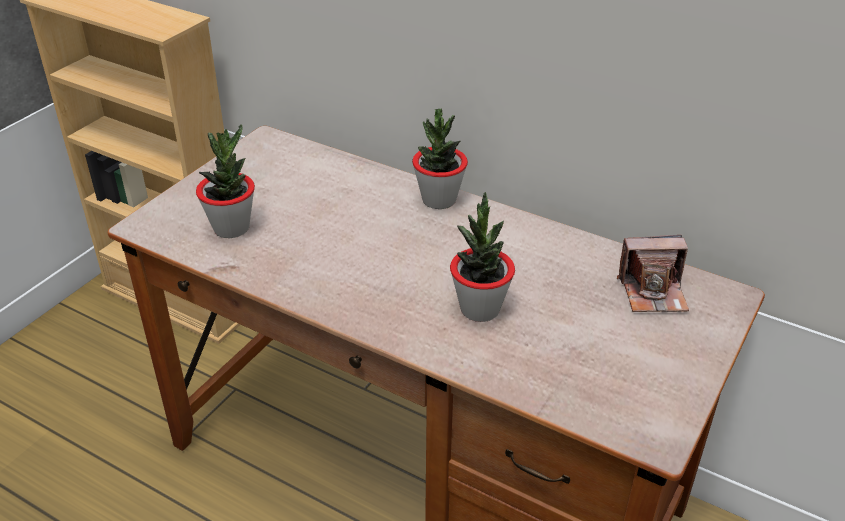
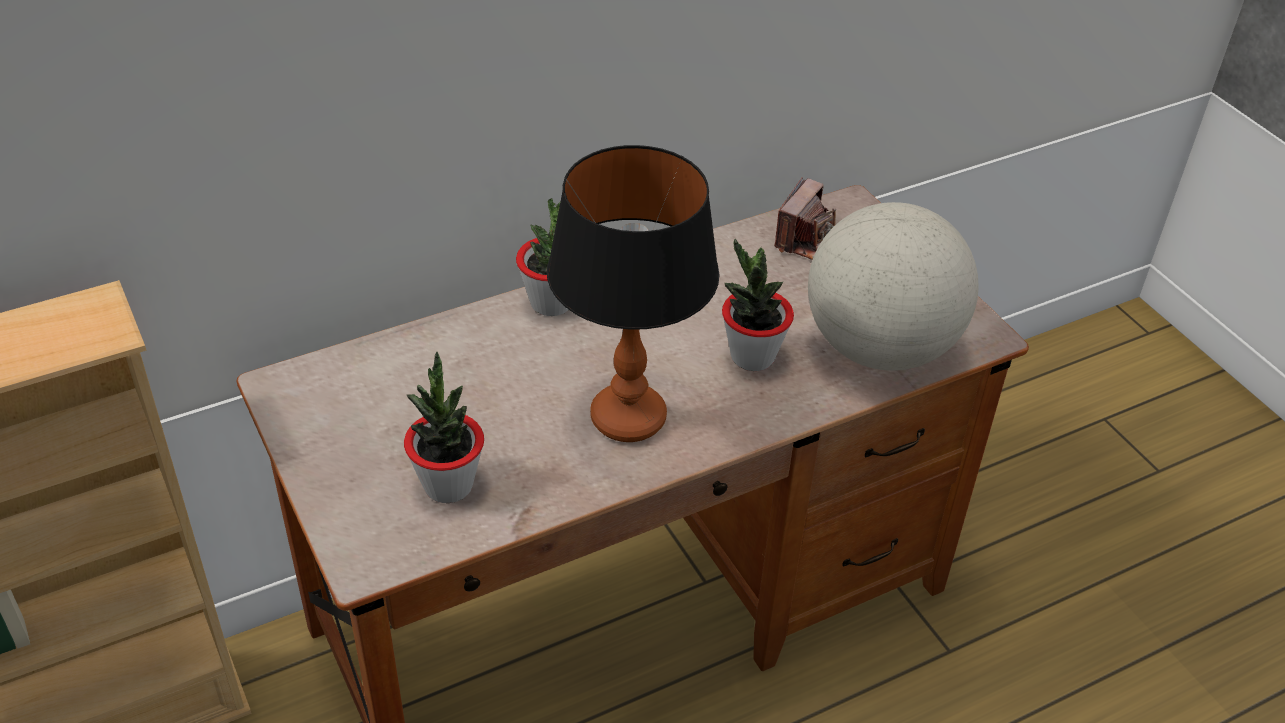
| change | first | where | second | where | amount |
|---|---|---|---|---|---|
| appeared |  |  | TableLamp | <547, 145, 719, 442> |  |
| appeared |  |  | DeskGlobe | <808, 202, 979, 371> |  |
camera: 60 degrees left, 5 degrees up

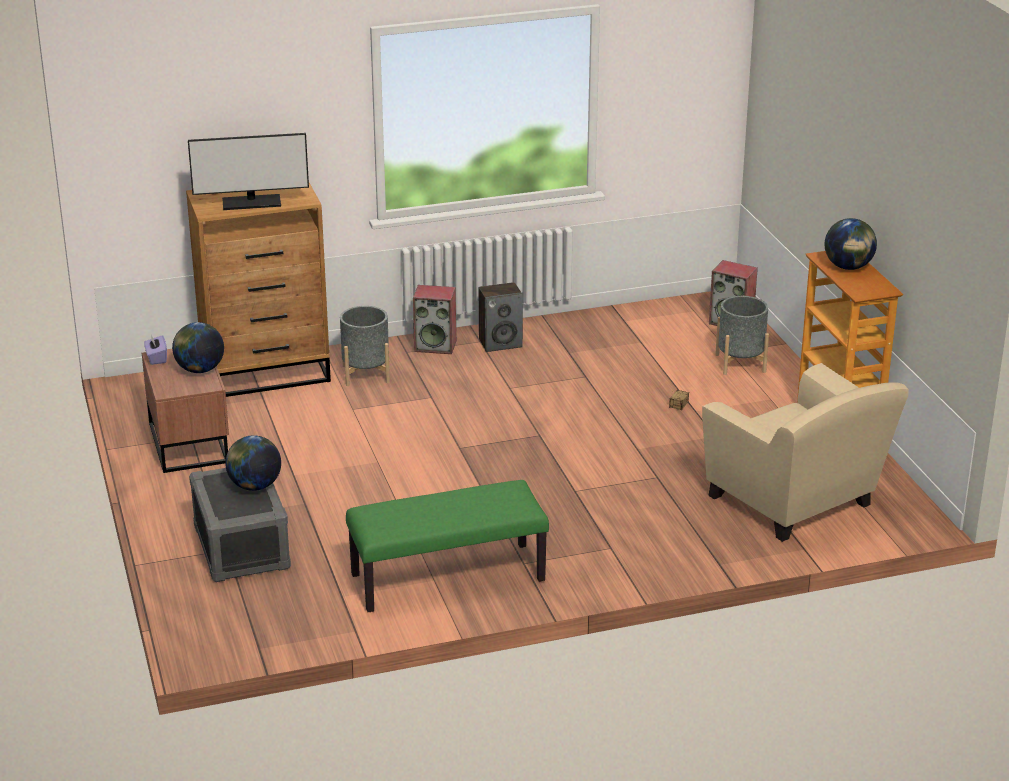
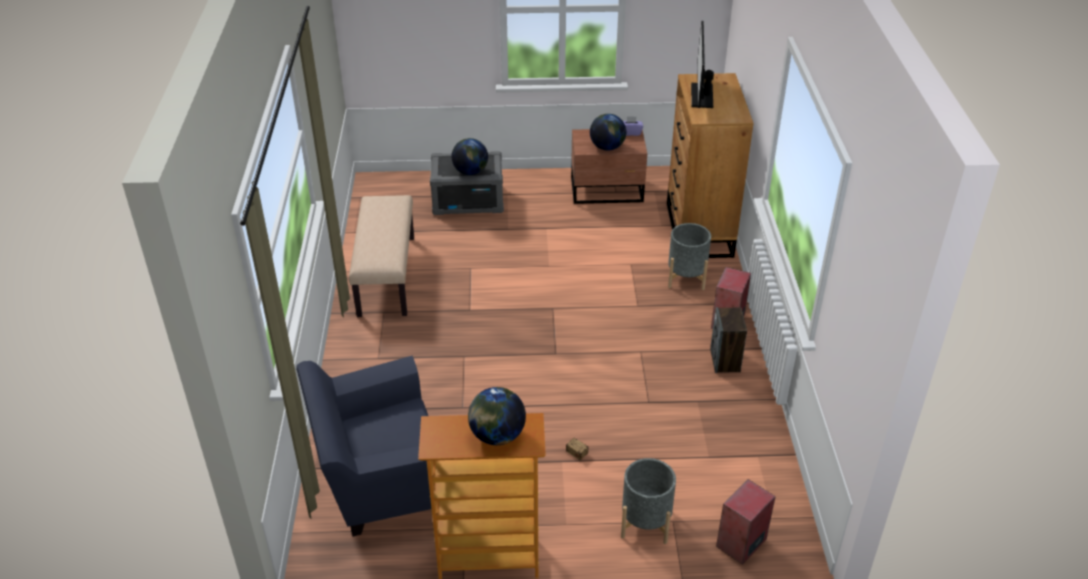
| change | first | where | second | where | amount |
|---|---|---|---|---|---|
| colour | BeigeColouredEasyChair | <702, 363, 909, 542> | BlueColouredEasyChair | <296, 355, 431, 537> |  |
| colour | GreenColouredIndoorBench | <346, 480, 549, 612> | BeigeColouredIndoorBench | <349, 195, 414, 317> |  |
camera: 105 degrees right, 10 degrees up

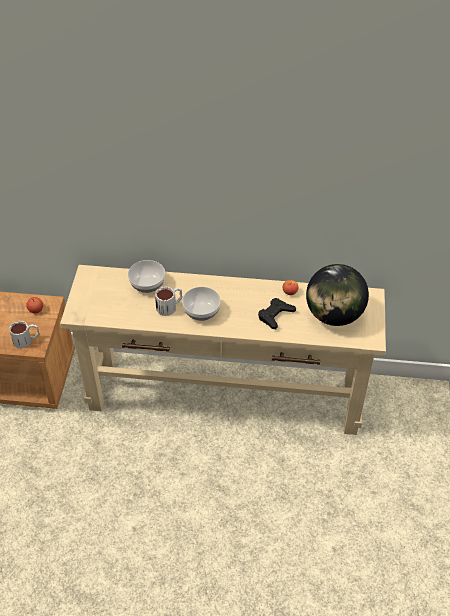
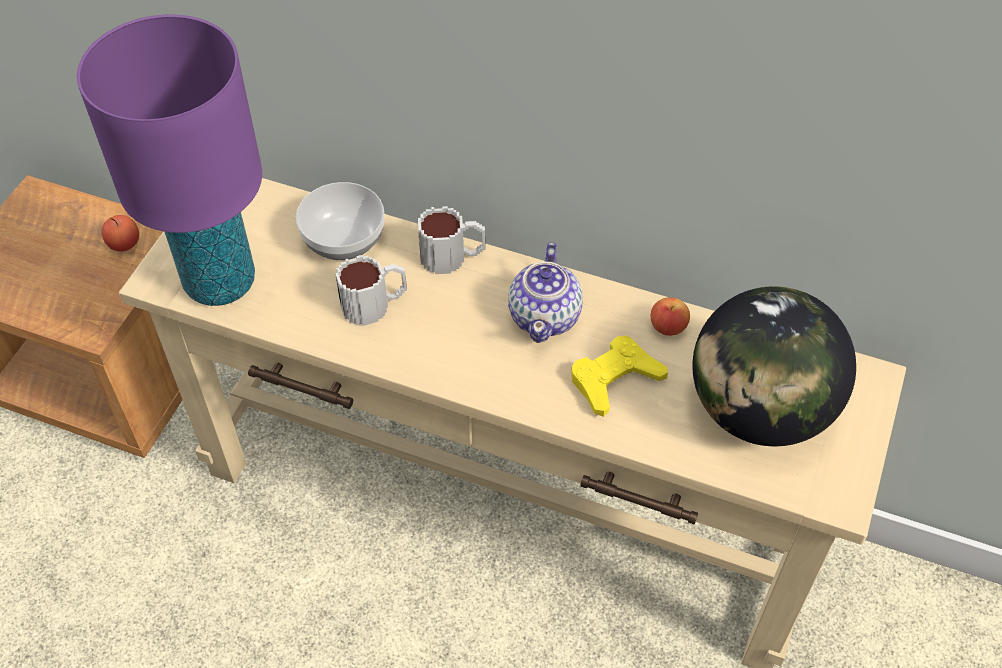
| change | first | where | second | where | amount |
|---|---|---|---|---|---|
| appeared |  |  | PurplishTableLamp | <77, 14, 262, 306> |  |
| relocated | Mug | <9, 321, 39, 349> |  | <418, 206, 485, 274> |  |
| appeared |  |  | Teapot | <508, 242, 583, 343> |  |
| colour | BlackishJoypad | <258, 298, 296, 329> | YellowColouredJoypad | <571, 336, 668, 417> |  |
| missing | DeepDish | <182, 287, 221, 321> |  |  |  |
camera: 15 degrees right, 5 degrees up

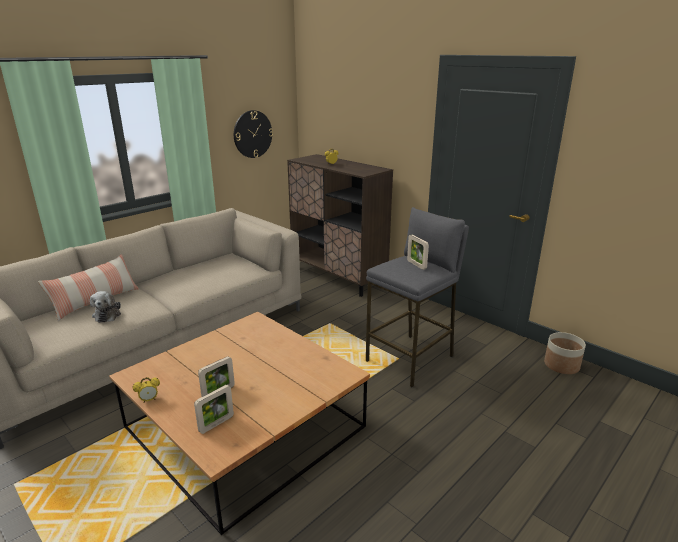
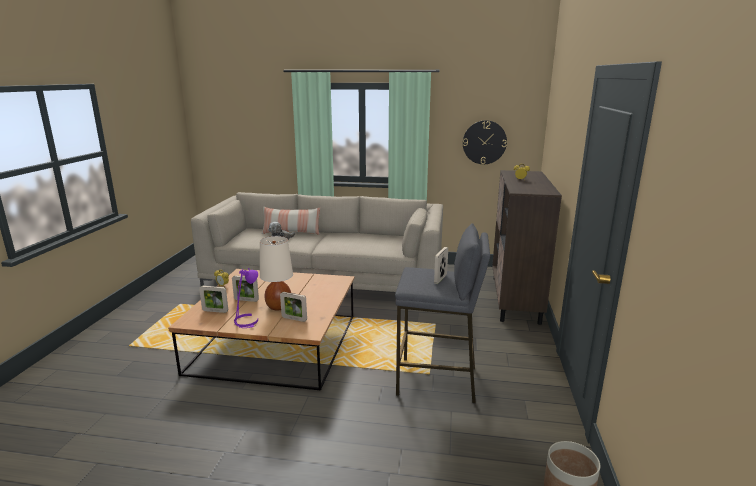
| change | first | where | second | where | amount |
|---|---|---|---|---|---|
| appeared |  |  | PurplishTableLamp | <234, 268, 258, 328> |  |
| appeared |  |  | BeigeColouredTableLamp | <260, 236, 293, 310> |  |
| appeared |  |  | PhotoFrame | <280, 292, 307, 322> |  |
camera: 55 degrees right, 5 degrees down

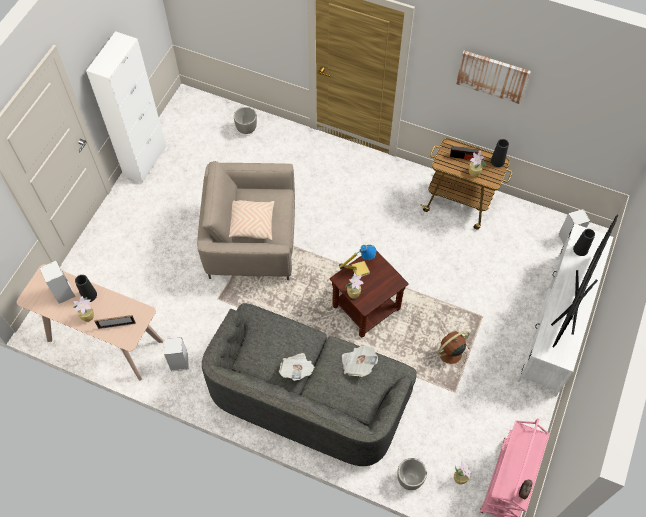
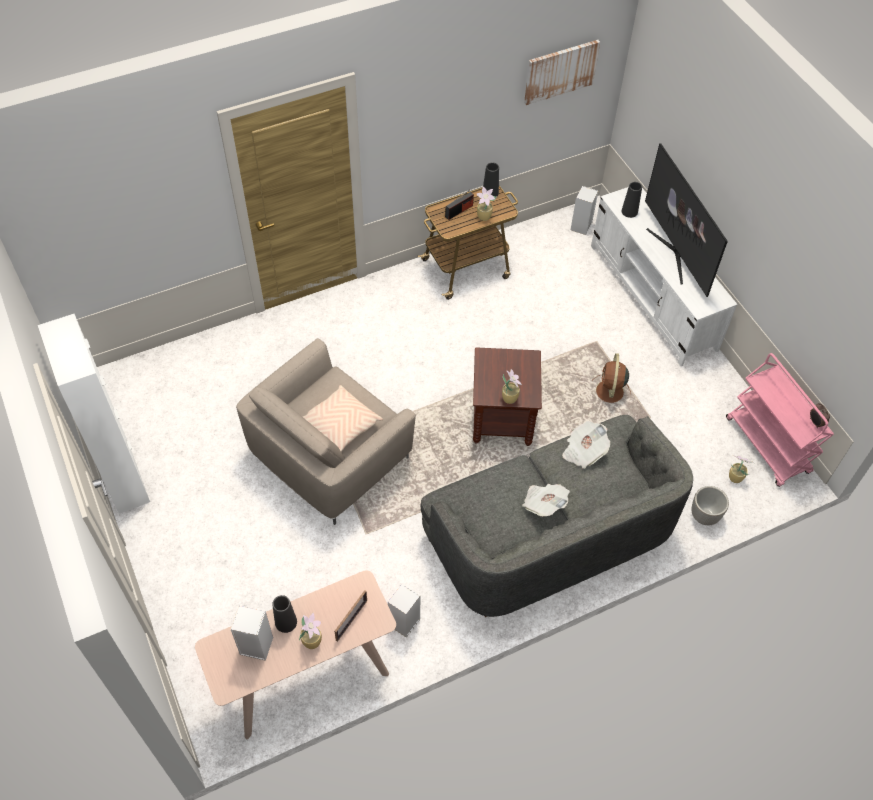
| change | first | where | second | where | amount |
|---|---|---|---|---|---|
| relocated | WallArt | <456, 51, 531, 104> |  | <524, 40, 600, 105> |  |
| missing | PlantPot | <234, 107, 257, 134> |  |  |  |
| missing | TableLamp | <339, 245, 377, 277> |  |  |  |
camera: 50 degrees left, 5 degrees down

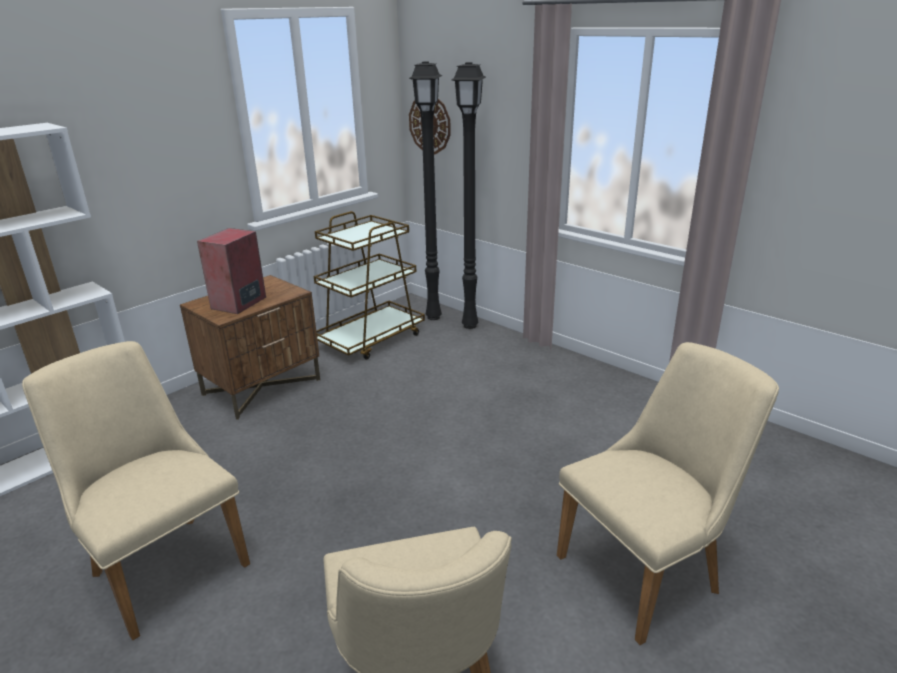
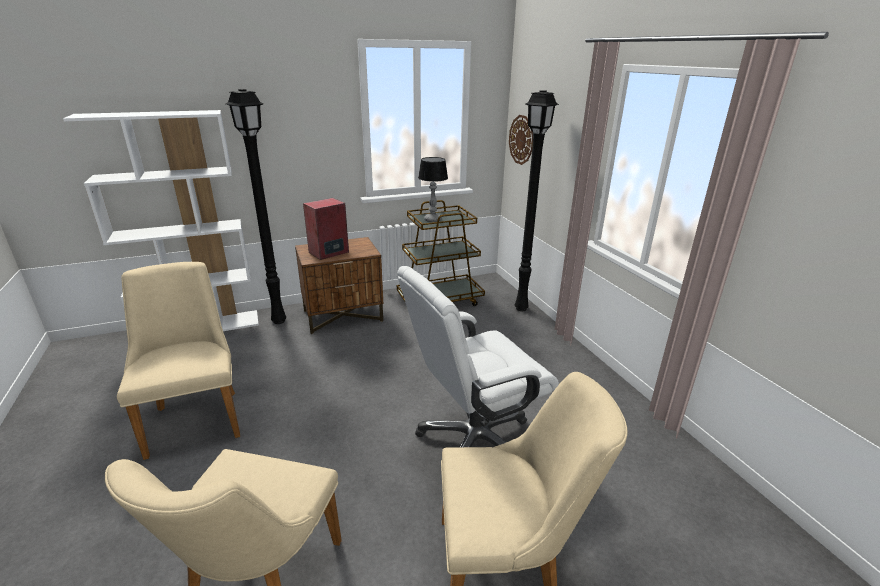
| change | first | where | second | where | amount |
|---|---|---|---|---|---|
| relocated | BlackishFloorLamp | <409, 61, 442, 320> |  | <226, 89, 286, 324> |  |
| appeared |  |  | WhiteColouredDeskChair | <397, 266, 559, 447> |  |
| appeared |  |  | TableLamp | <418, 157, 448, 222> |  |
camera: 25 degrees right, 0 degrees up

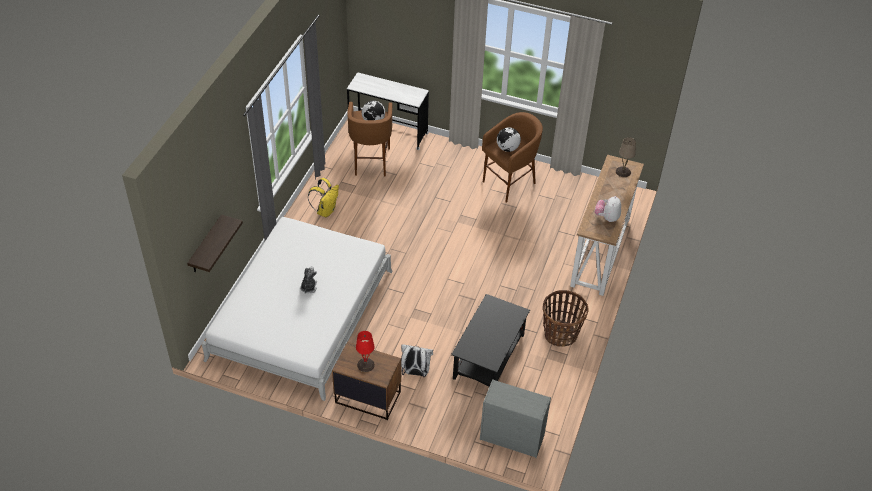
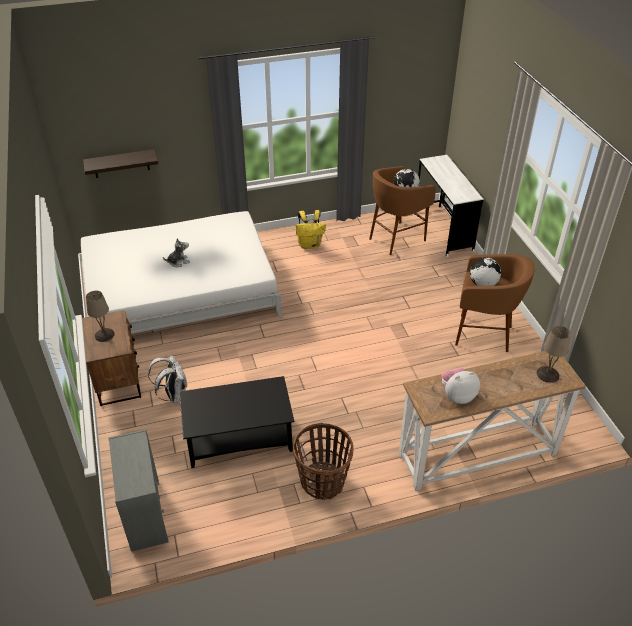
| change | first | where | second | where | amount |
|---|---|---|---|---|---|
| colour | RedTableLamp | <356, 331, 375, 372> | BeigeColouredTableLamp | <86, 291, 115, 342> |  |
camera: 55 degrees right, 5 degrees down

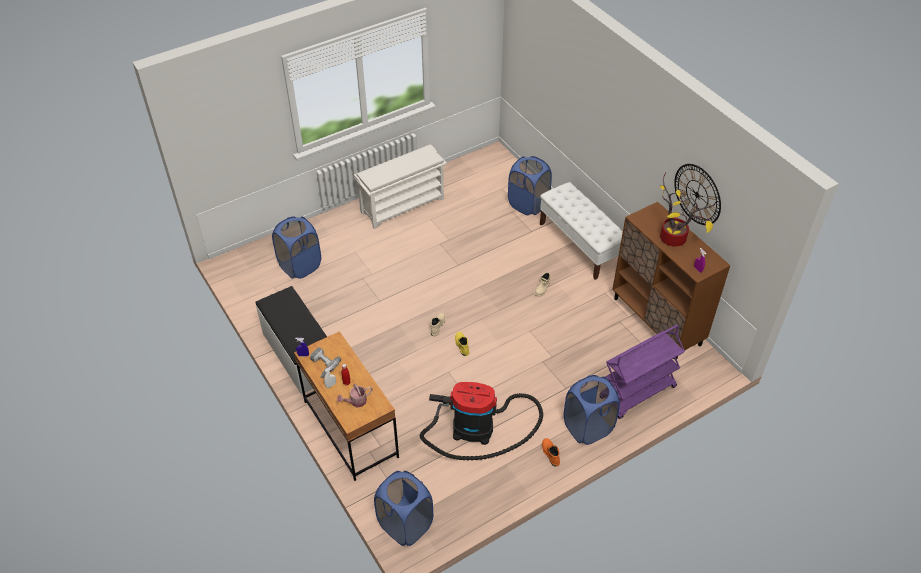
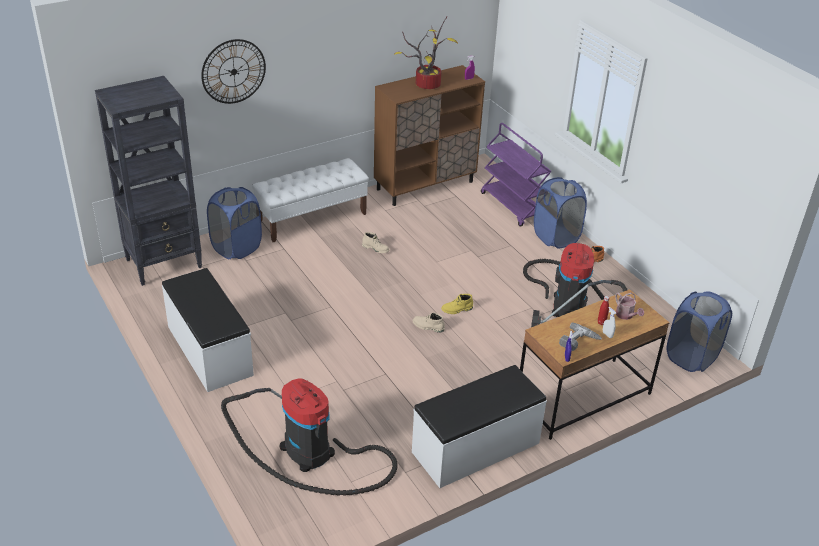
| change | first | where | second | where | amount |
|---|---|---|---|---|---|
| appeared |  |  | BlackishBookcase | <95, 76, 202, 286> |  |
| exchanged | WhiteColouredShoeRack | <354, 144, 447, 229> | WhiteColouredIndoorBench | <162, 268, 254, 392> |  |
| relocated | ClockOnTheWall | <674, 164, 721, 225> |  | <201, 39, 266, 104> |  |
| exchanged | BlueColouredHamper | <272, 217, 321, 279> | VacuumCleaner | <221, 378, 398, 496> |  |
camera: 90 degrees left, 10 degrees down

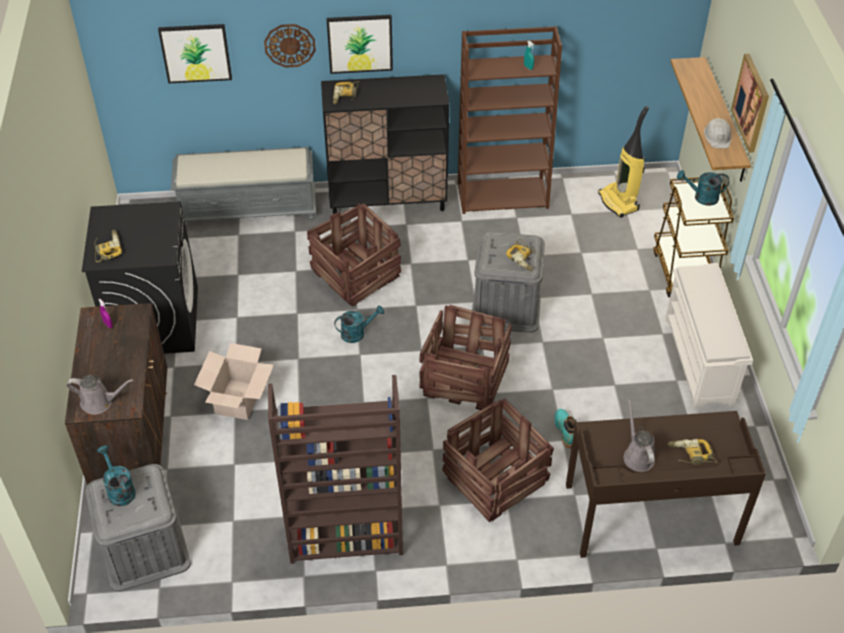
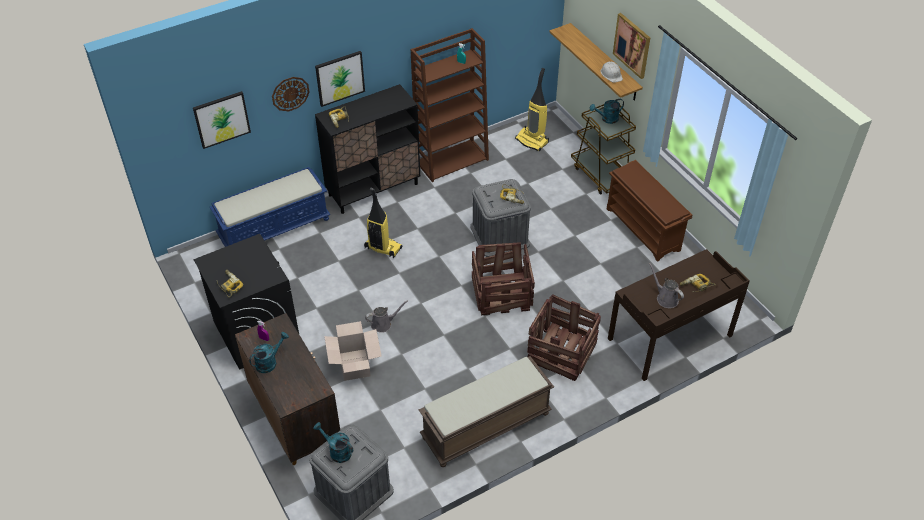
| change | first | where | second | where | amount |
|---|---|---|---|---|---|
| colour | GrayIndoorBench | <171, 147, 316, 226> | BlueColouredIndoorBench | <210, 167, 330, 247> |  |
| relocated | TurquoiseSprinklingCan | <334, 305, 384, 343> |  | <249, 332, 289, 373> |  |
| exchanged | ShippingCrate | <307, 203, 401, 306> | VacuumCleaner | <364, 188, 402, 258> |  |
| relocated | GraySprinklingCan | <67, 375, 133, 415> |  | <365, 300, 408, 333> |  |
| exchanged | BrownishBookcase | <268, 375, 403, 564> | BrownishIndoorBench | <419, 356, 554, 467> |  |
| colour | WhiteColouredShoeRack | <665, 263, 753, 409> | BrownishShoeRack | <607, 160, 692, 262> |  |
| missing | TurquoiseHighTopBoot | <555, 409, 577, 449> |  |  |  |
camera: 25 degrees left, 0 degrees up

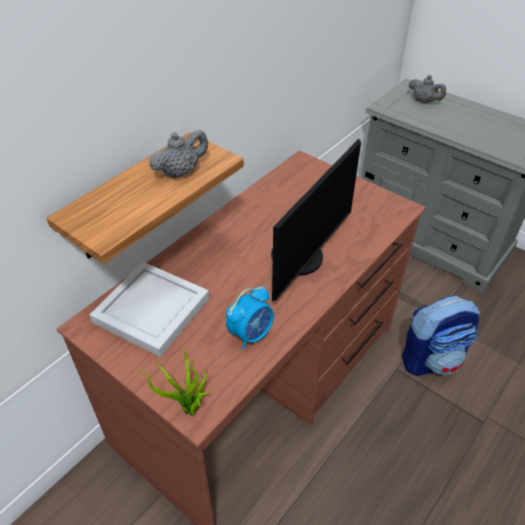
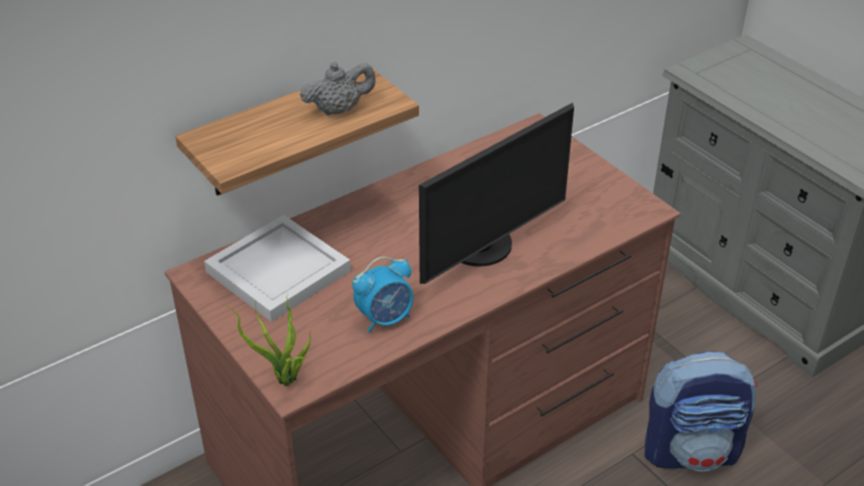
| change | first | where | second | where | amount |
|---|---|---|---|---|---|
| missing | GrayTeapot | <409, 75, 446, 103> |  |  |  |
camera: 15 degrees right, 5 degrees down

